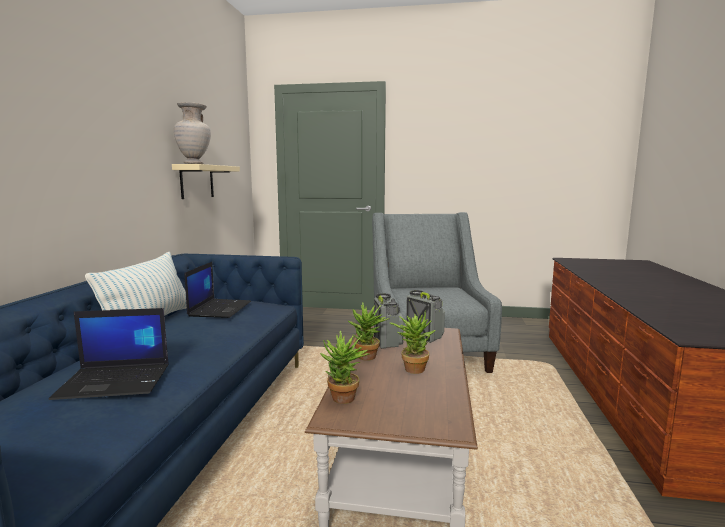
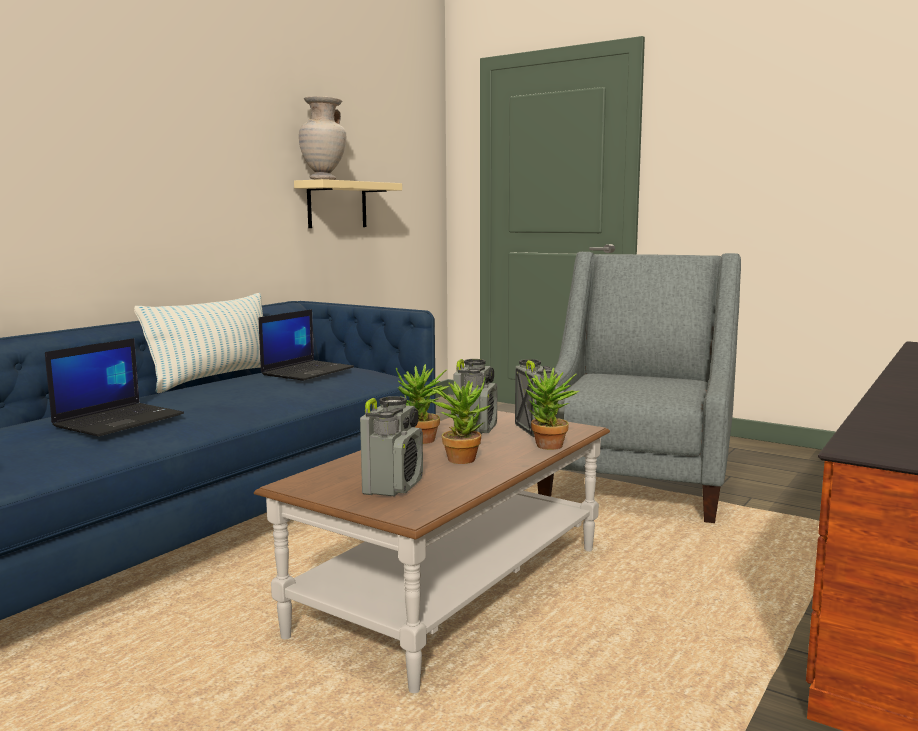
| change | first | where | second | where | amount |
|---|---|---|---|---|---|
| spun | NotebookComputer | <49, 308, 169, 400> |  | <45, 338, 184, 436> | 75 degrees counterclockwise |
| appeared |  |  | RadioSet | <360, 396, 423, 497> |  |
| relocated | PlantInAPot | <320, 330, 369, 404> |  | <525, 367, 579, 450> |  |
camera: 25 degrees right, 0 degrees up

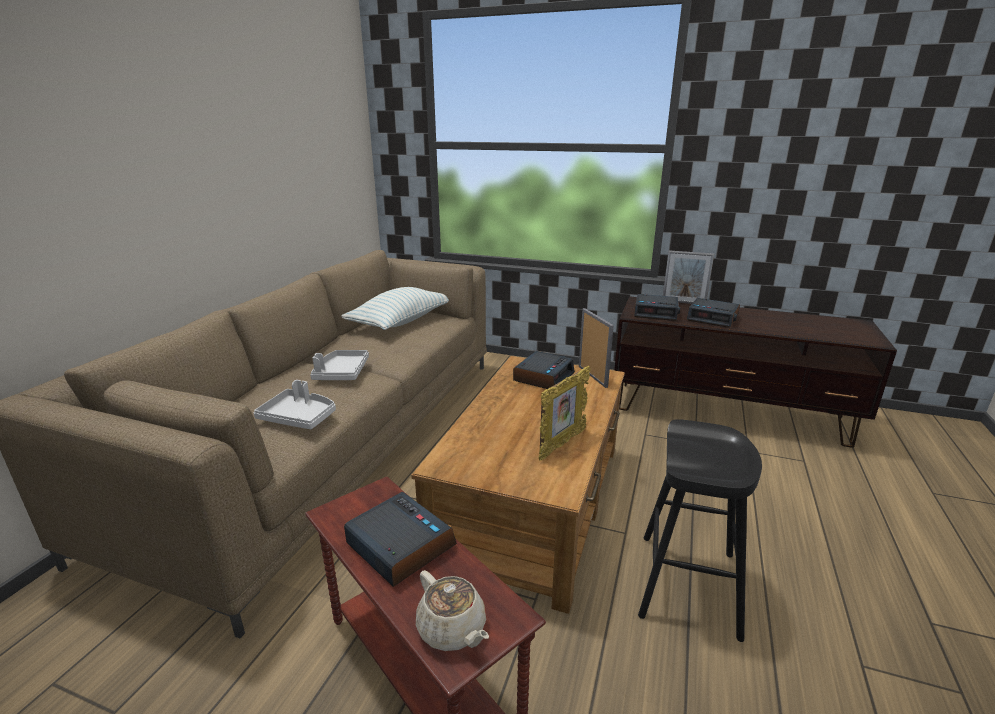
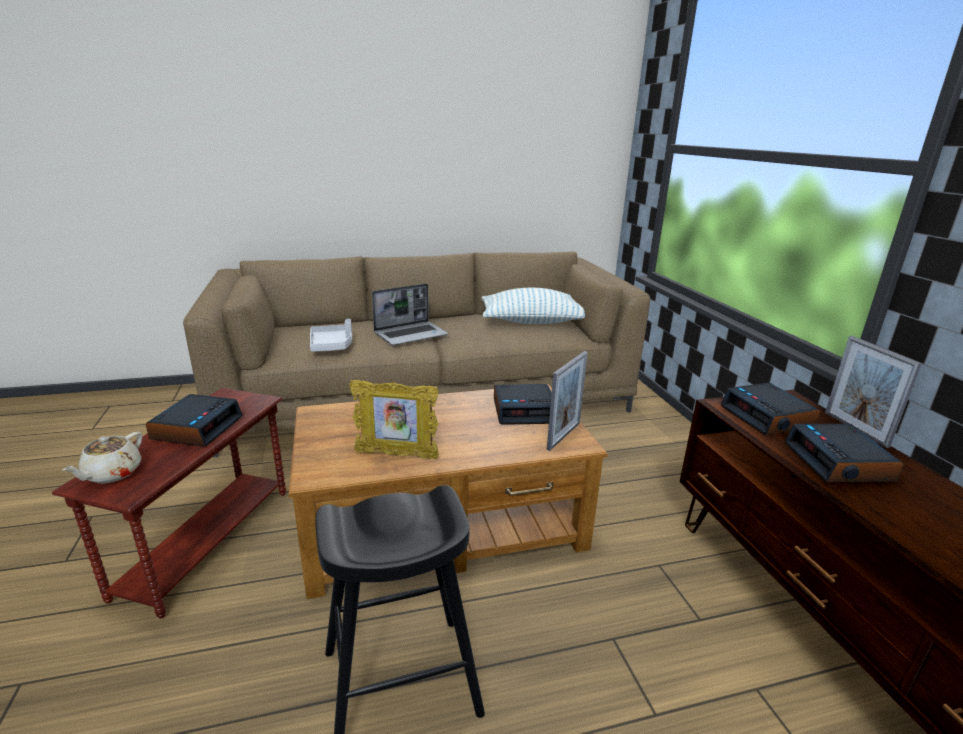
| change | first | where | second | where | amount |
|---|---|---|---|---|---|
| exchanged | GrayTray | <310, 350, 369, 380> | NotebookComputer | <372, 283, 448, 345> |  |
camera: 55 degrees right, 0 degrees up

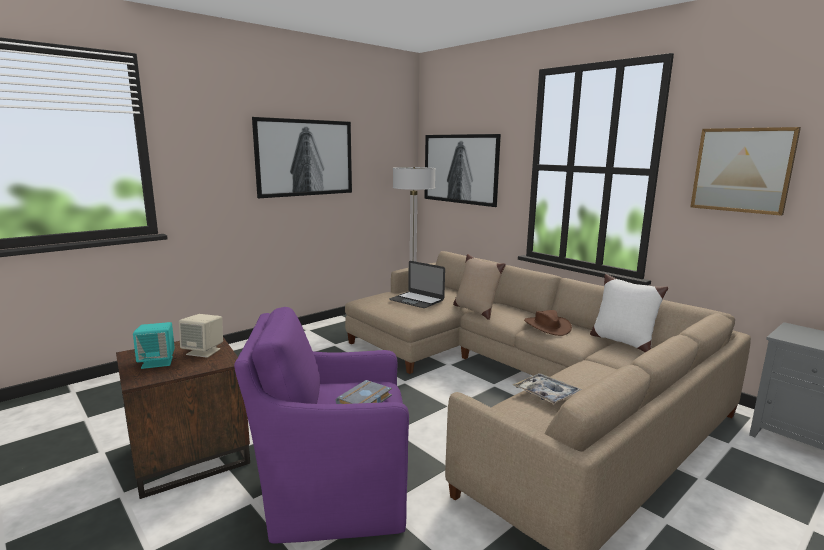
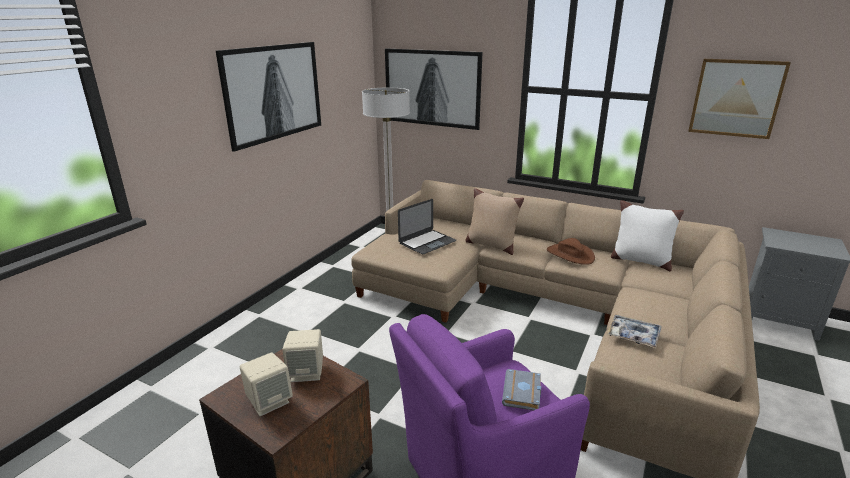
| change | first | where | second | where | amount |
|---|---|---|---|---|---|
| colour | TurquoiseSpeaker | <133, 322, 175, 369> | BeigeColouredSpeaker | <240, 352, 293, 416> |  |
| spun | NotebookComputer | <389, 261, 445, 308> |  | <398, 199, 456, 254> | 60 degrees counterclockwise |
camera: 20 degrees left, 10 degrees up

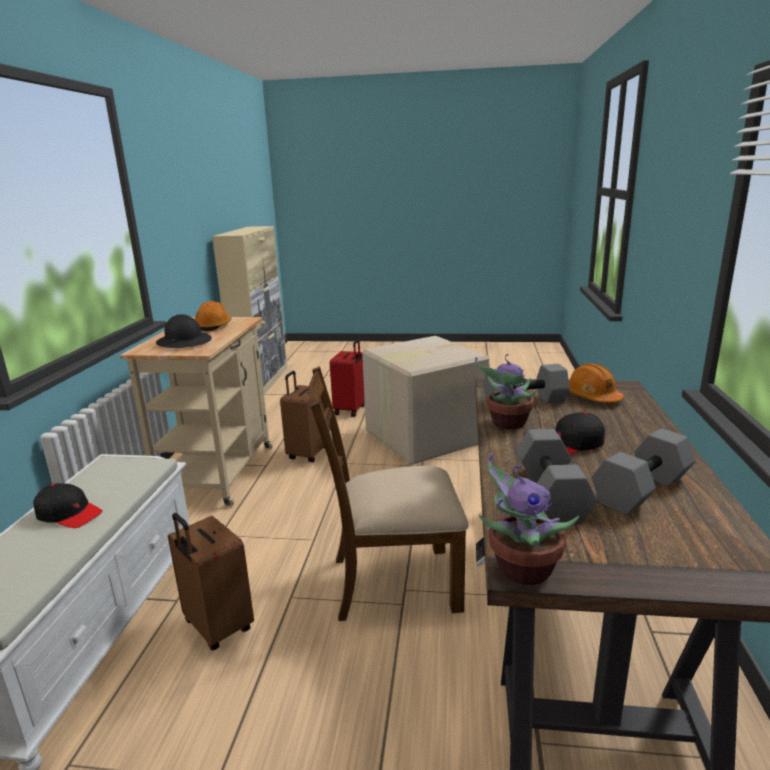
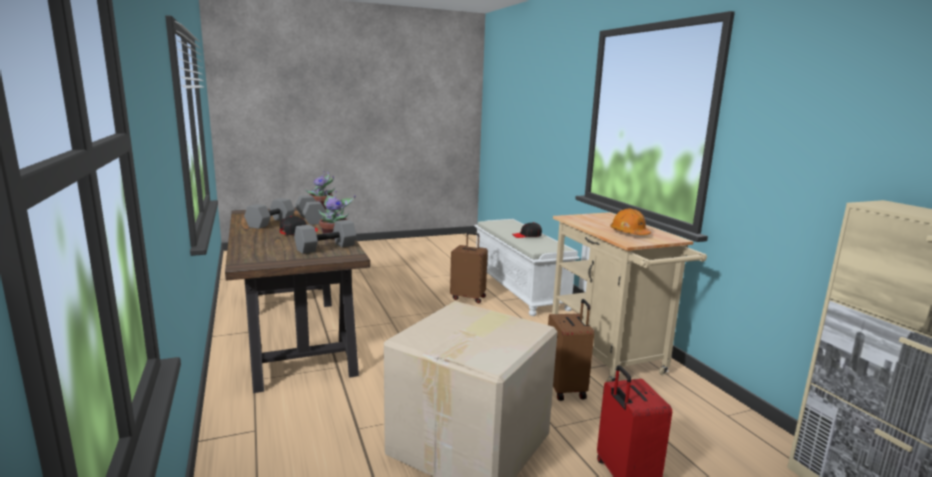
| change | first | where | second | where | amount |
|---|---|---|---|---|---|
| missing | BlackishHardHat | <156, 314, 212, 348> |  |  |  |
| missing | BrownishChair | <308, 367, 468, 621> |  |  |  |
| missing | OrangeColouredHardHat | <569, 364, 624, 403> |  |  |  |
camera: 150 degrees right, 5 degrees down

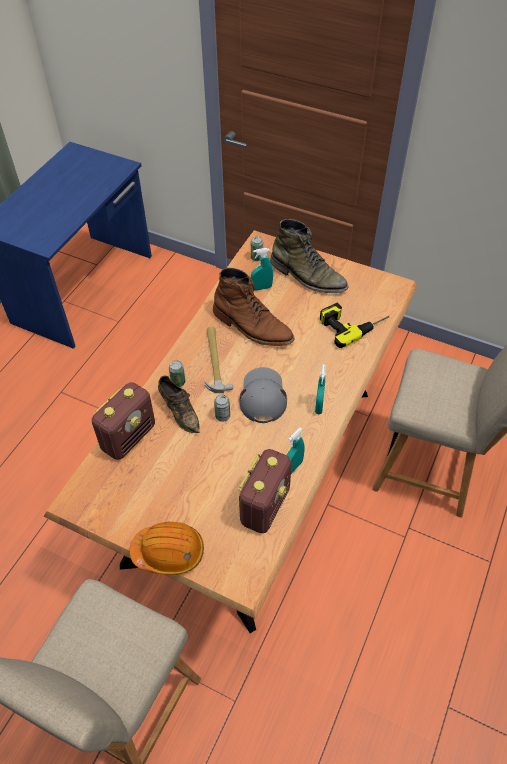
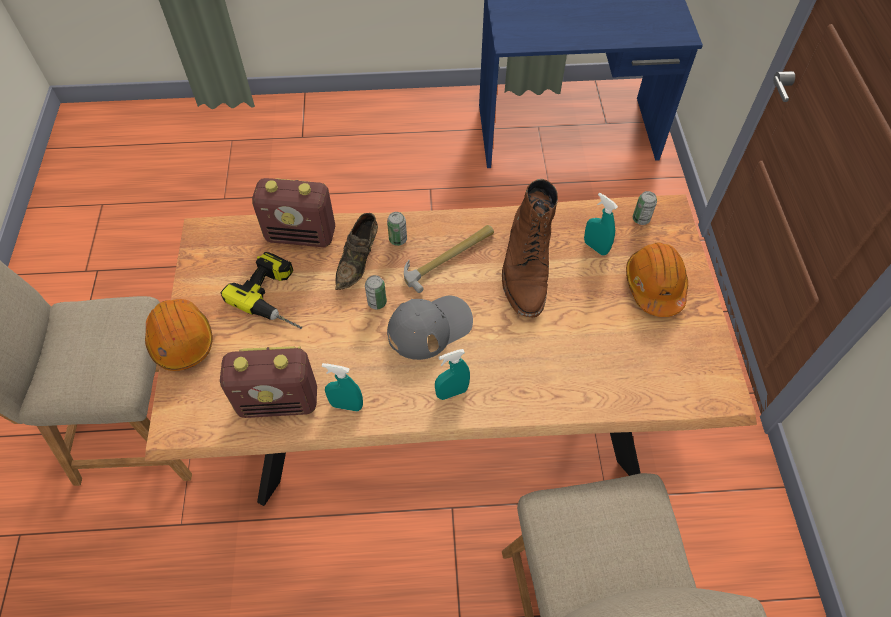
| change | first | where | second | where | amount |
|---|---|---|---|---|---|
| relocated | Drill | <320, 303, 389, 348> |  | <220, 252, 302, 329> |  |
| exchanged | GreenColouredHighTopBoot | <270, 219, 348, 293> | OrangeColouredHardHat | <626, 242, 688, 317> |  |
camera: 60 degrees right, 5 degrees up

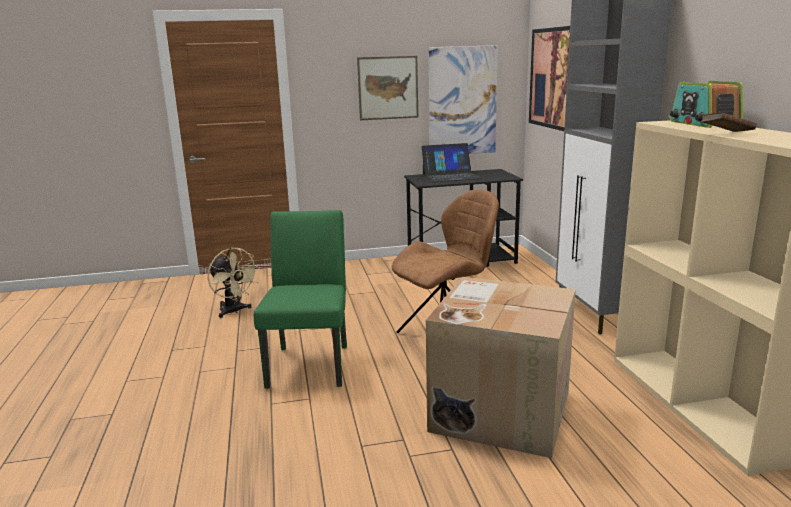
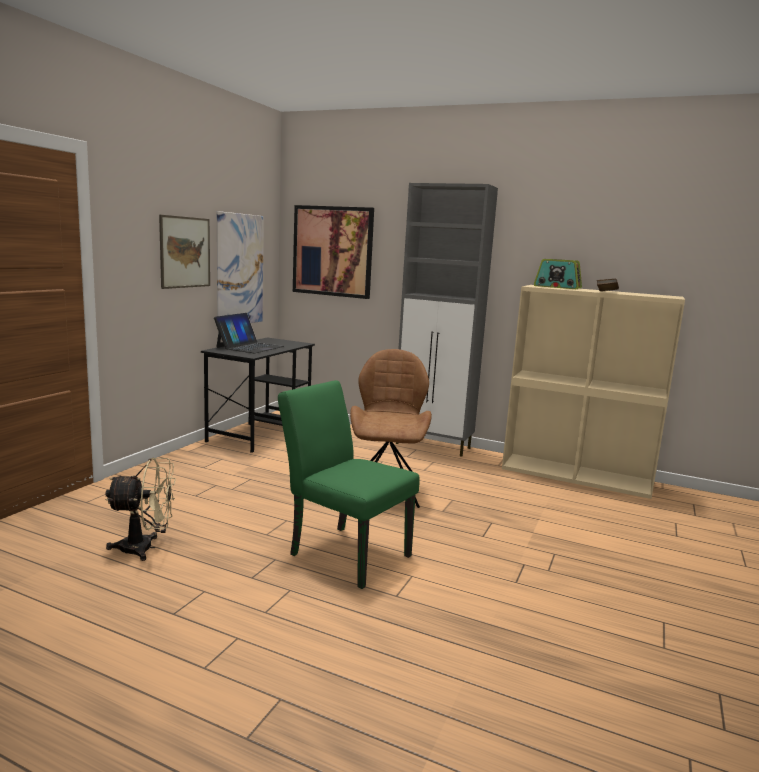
| change | first | where | second | where | amount |
|---|---|---|---|---|---|
| missing | PackingBox | <426, 277, 576, 458> |  |  |  |
camera: 55 degrees left, 5 degrees down

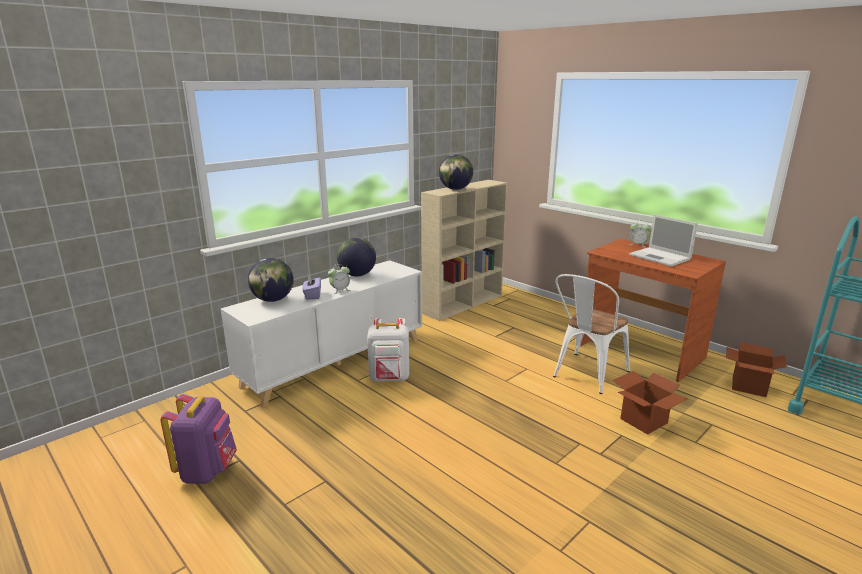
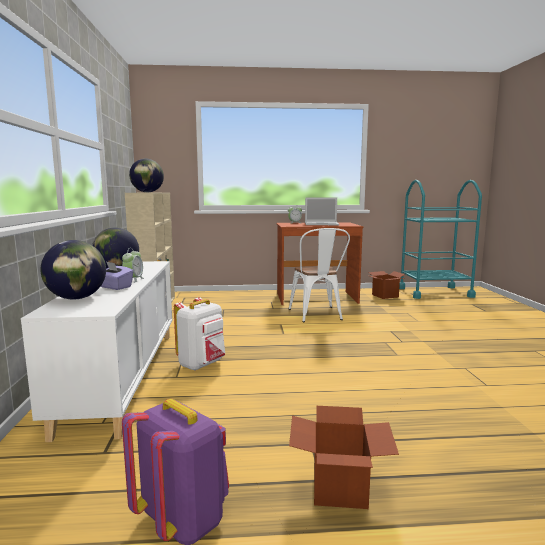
| change | first | where | second | where | amount |
|---|---|---|---|---|---|
| relocated | PackingBox | <613, 371, 688, 435> |  | <289, 406, 399, 509> |  |
camera: 50 degrees left, 10 degrees down

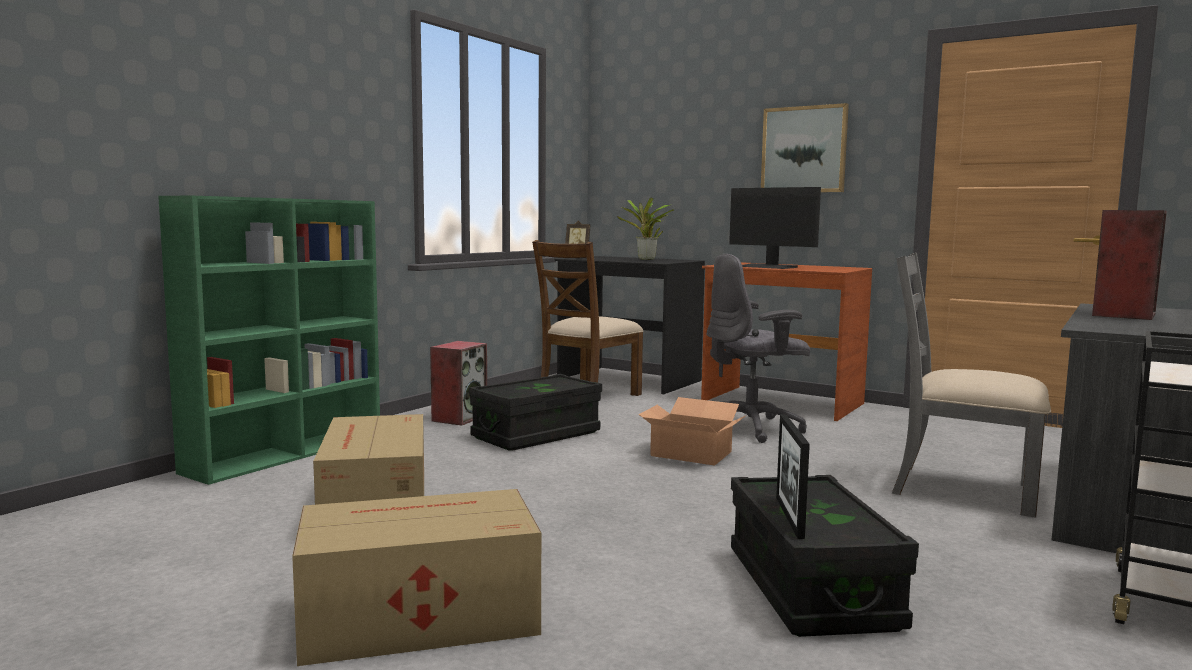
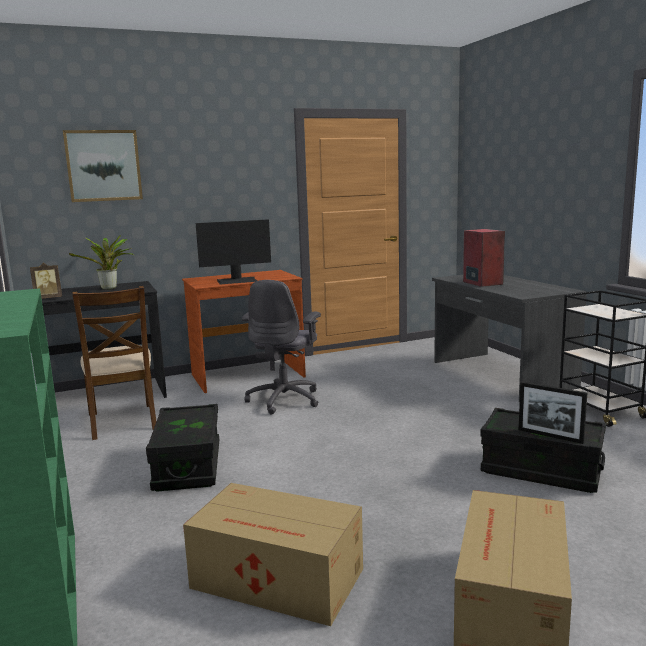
| change | first | where | second | where | amount |
|---|---|---|---|---|---|
| relocated | WallArt | <761, 103, 849, 192> |  | <63, 130, 143, 202> |  |
| missing | Speaker | <430, 341, 487, 426> |  |  |  |
| missing | PackingBox | <638, 397, 747, 466> |  |  |  |
| missing | GrayChair | <892, 253, 1051, 518> |  |  |  |
camera: 55 degrees left, 5 degrees up

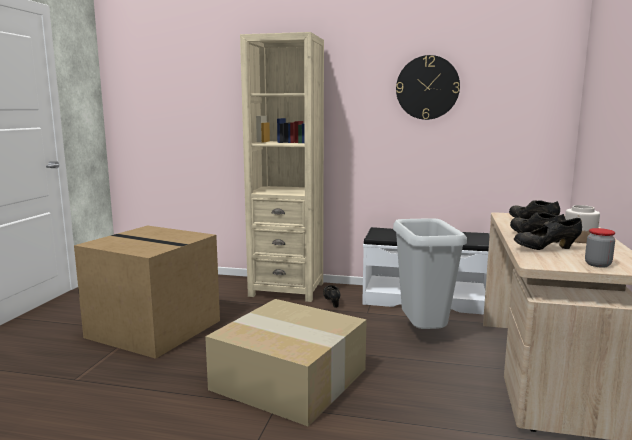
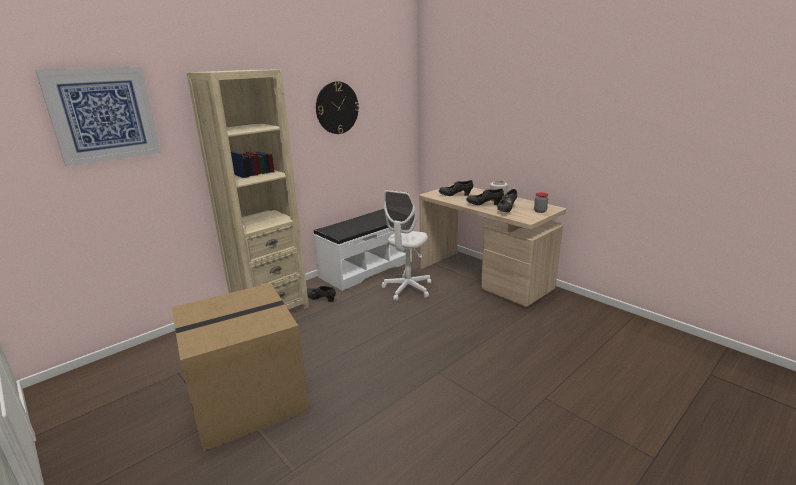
| change | first | where | second | where | amount |
|---|---|---|---|---|---|
| appeared |  |  | WallArt | <35, 67, 161, 166> |  |
| exchanged | GrayRubbishBin | <393, 218, 467, 329> | WhiteColouredDeskChair | <381, 190, 431, 301> |  |
| missing | PackingBox | <205, 299, 367, 426> |  |  |  |
camera: 55 degrees left, 10 degrees up

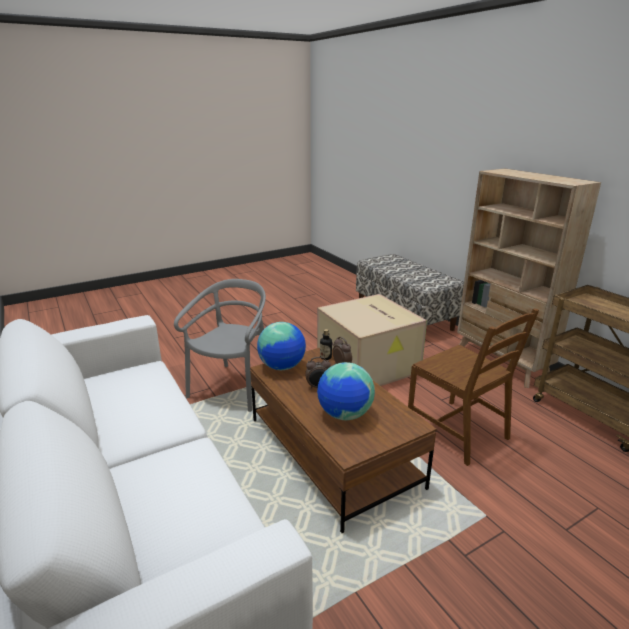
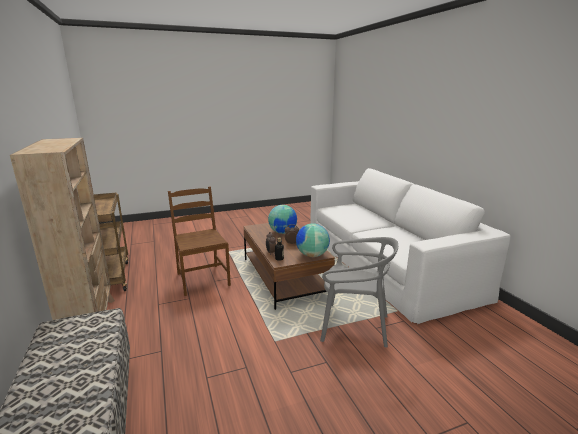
| change | first | where | second | where | amount |
|---|---|---|---|---|---|
| spun | GrayChair | <174, 279, 266, 412> |  | <320, 237, 398, 348> | 105 degrees counterclockwise |
| missing | PackingBox | <317, 294, 427, 386> |  |  |  |
camera: 170 degrees left, 5 degrees down

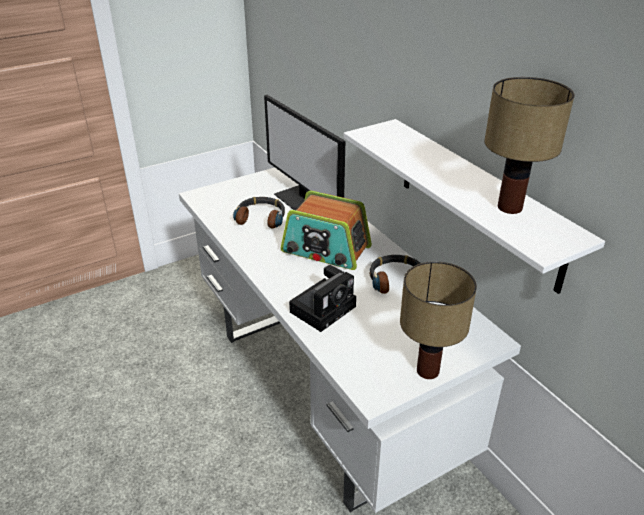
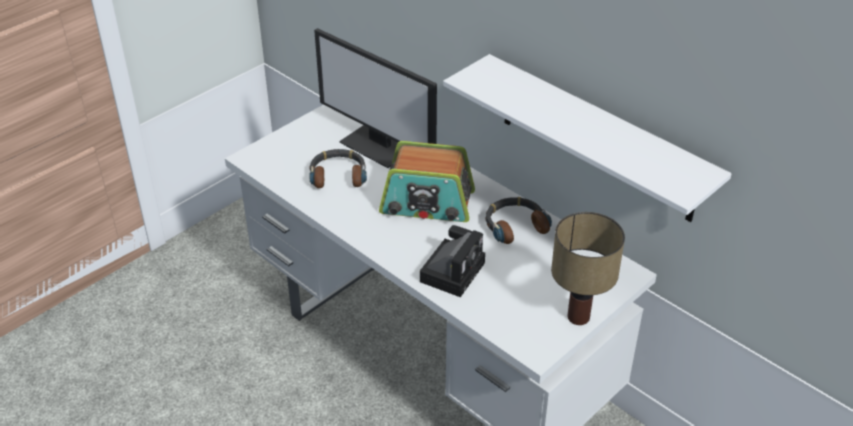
| change | first | where | second | where | amount |
|---|---|---|---|---|---|
| missing | TableLamp | <484, 77, 575, 214> |  |  |  |
camera: 15 degrees left, 5 degrees up

